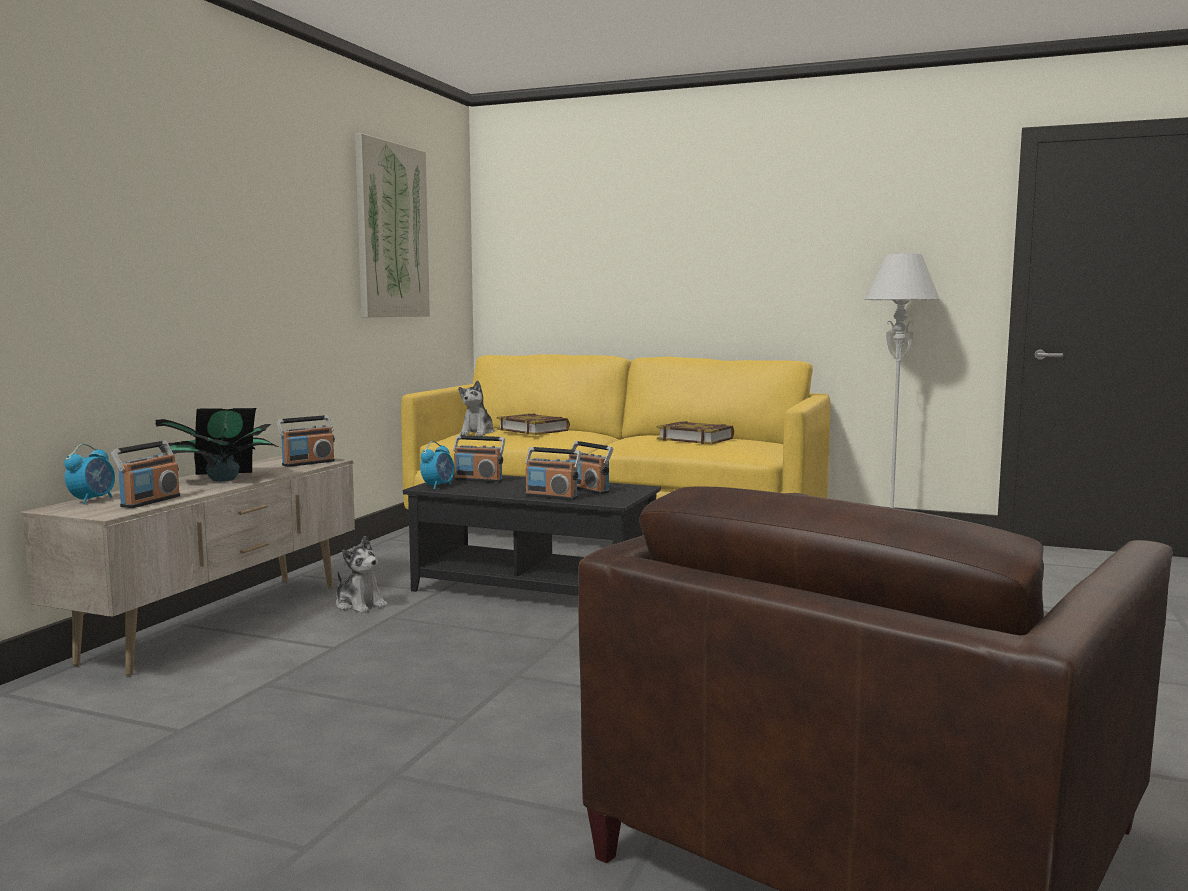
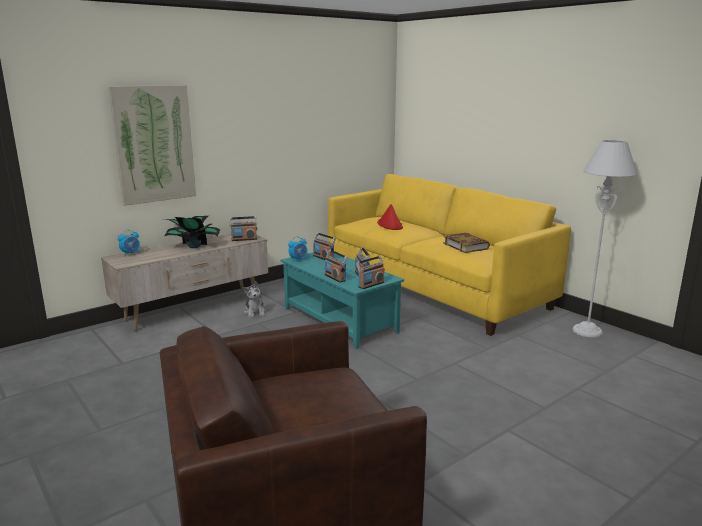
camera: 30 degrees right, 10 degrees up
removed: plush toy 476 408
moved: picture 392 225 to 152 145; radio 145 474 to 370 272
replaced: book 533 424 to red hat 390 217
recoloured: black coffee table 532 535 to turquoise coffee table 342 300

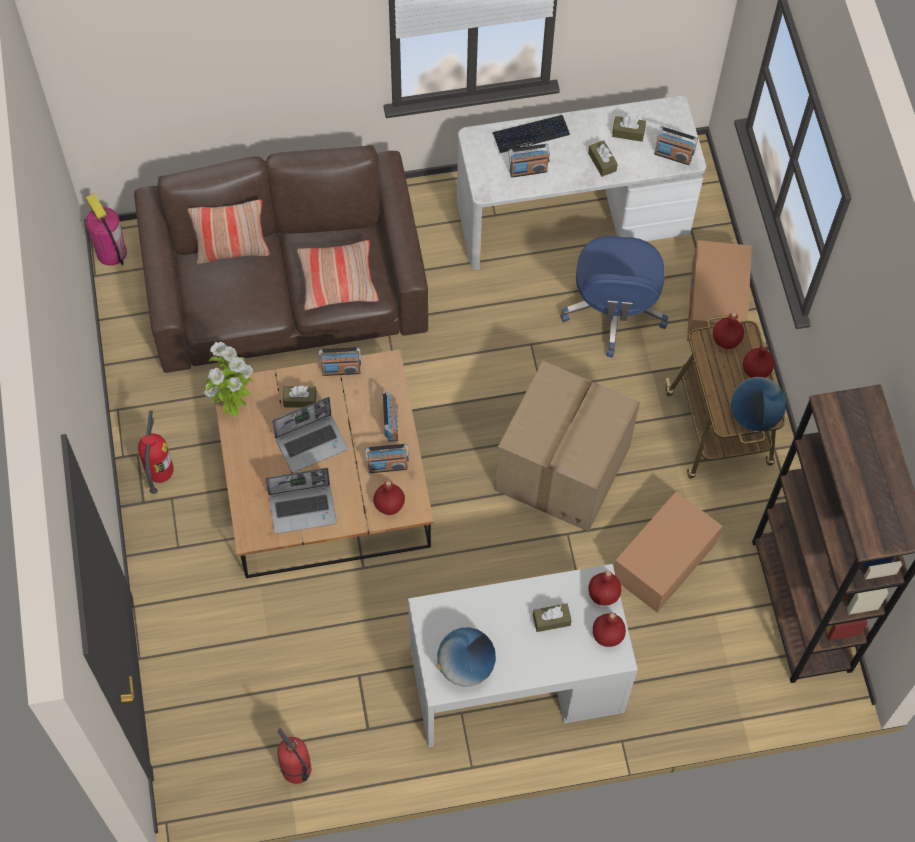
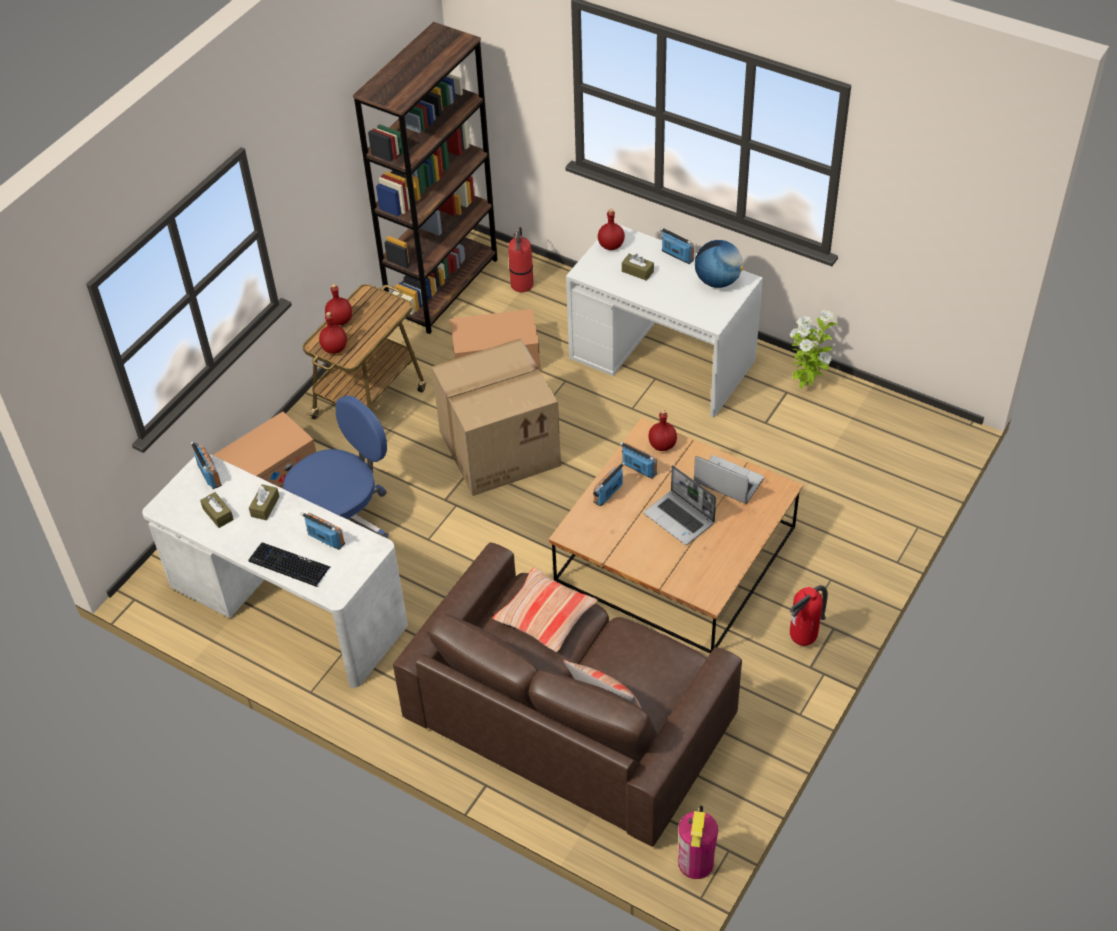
camera: 135 degrees left, 15 degrees down
removed: brown tissue box 299 397; red bottle 605 588; globe 758 404
moved: fire extinguisher 294 756 to 520 259; radio 340 361 to 677 245; potted plant 228 380 to 813 349
turned: laptop 310 435 = 680 505 150 degrees counterclockwise

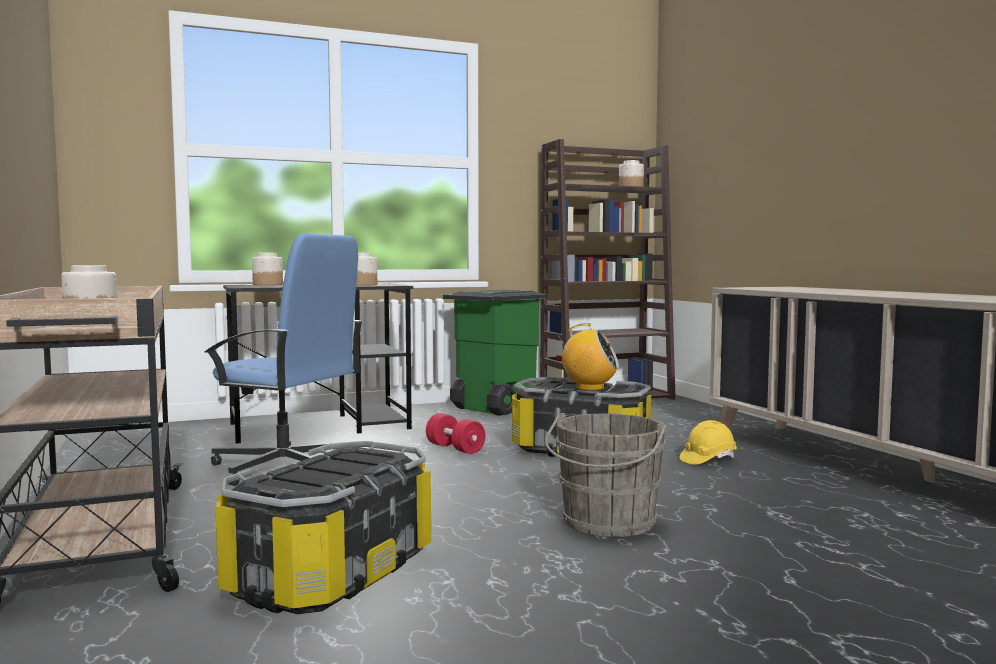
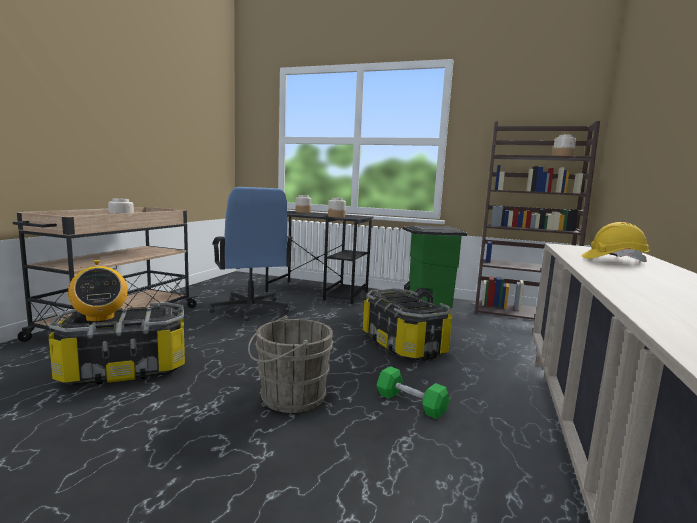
camera: 40 degrees right, 5 degrees up
removed: red dumbbell 455 433
added: green dumbbell 413 392
moved: radio 588 357 to 98 291; yellow hard hat 708 442 to 615 242

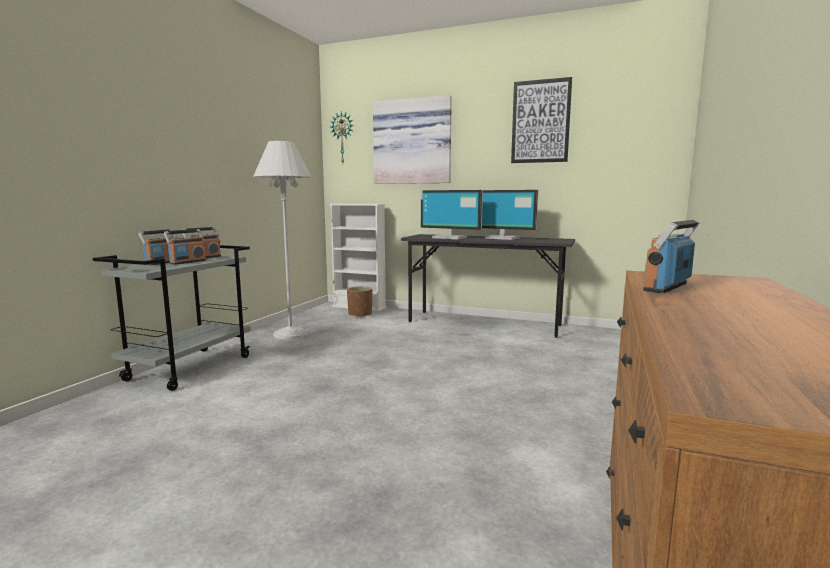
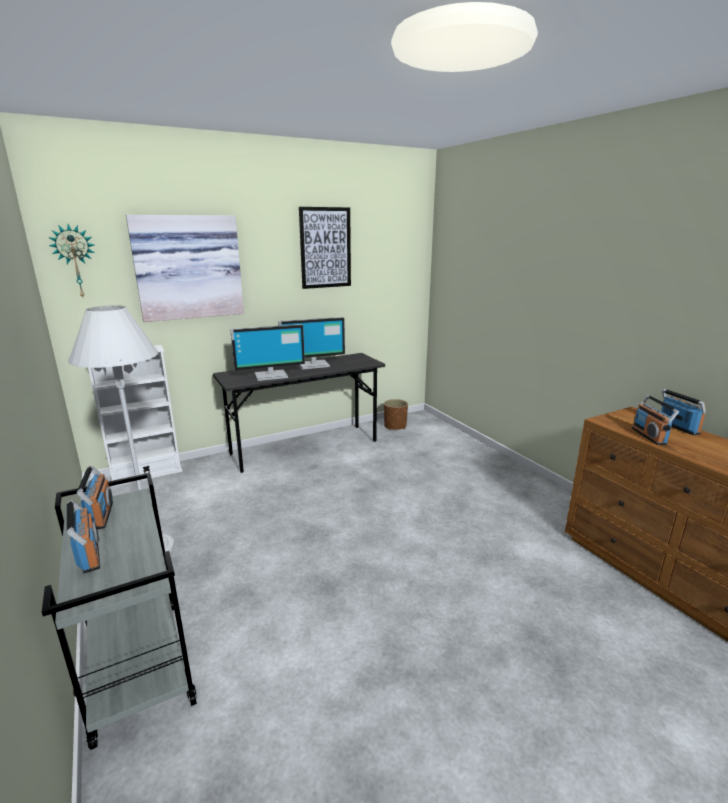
camera: 50 degrees left, 10 degrees up
moved: brown planter 359 301 to 396 414; radio 185 247 to 683 412

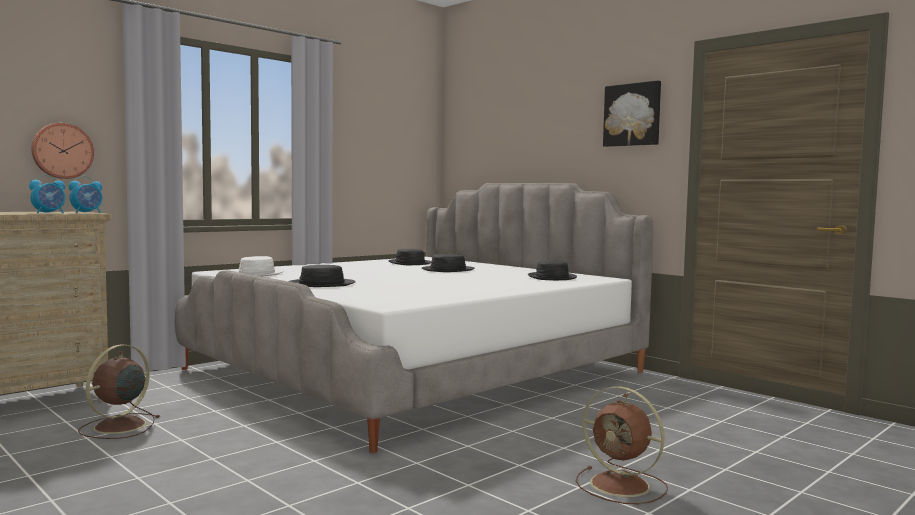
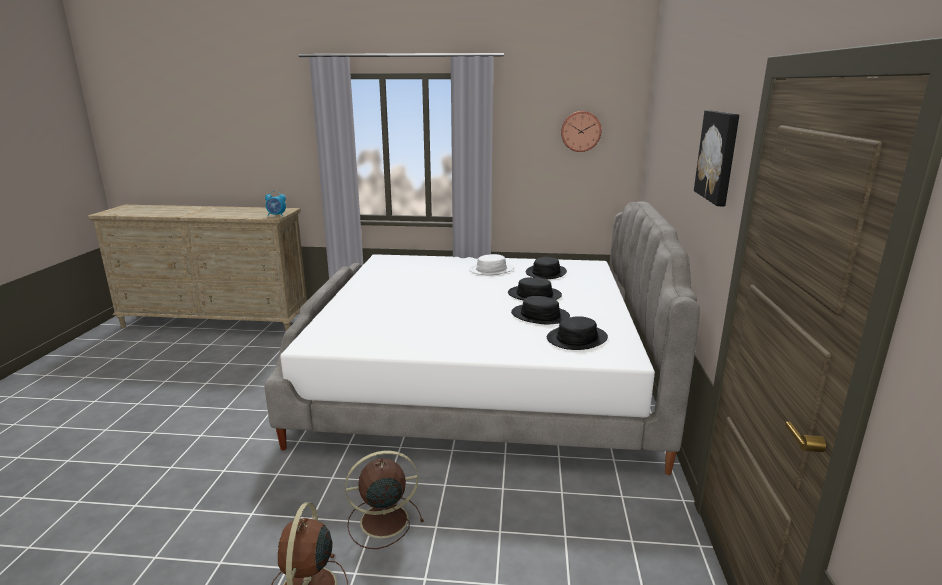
camera: 50 degrees right, 15 degrees up
removed: alarm clock 47 194
moved: brown fan 119 392 to 384 500; white hat 259 266 to 491 264; black hat 322 276 to 540 310; wall clock 62 151 to 581 131

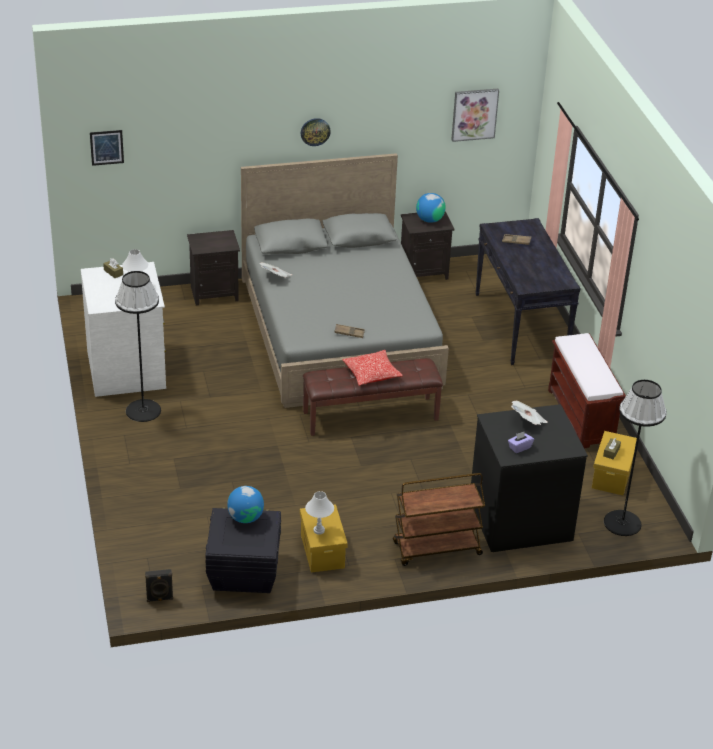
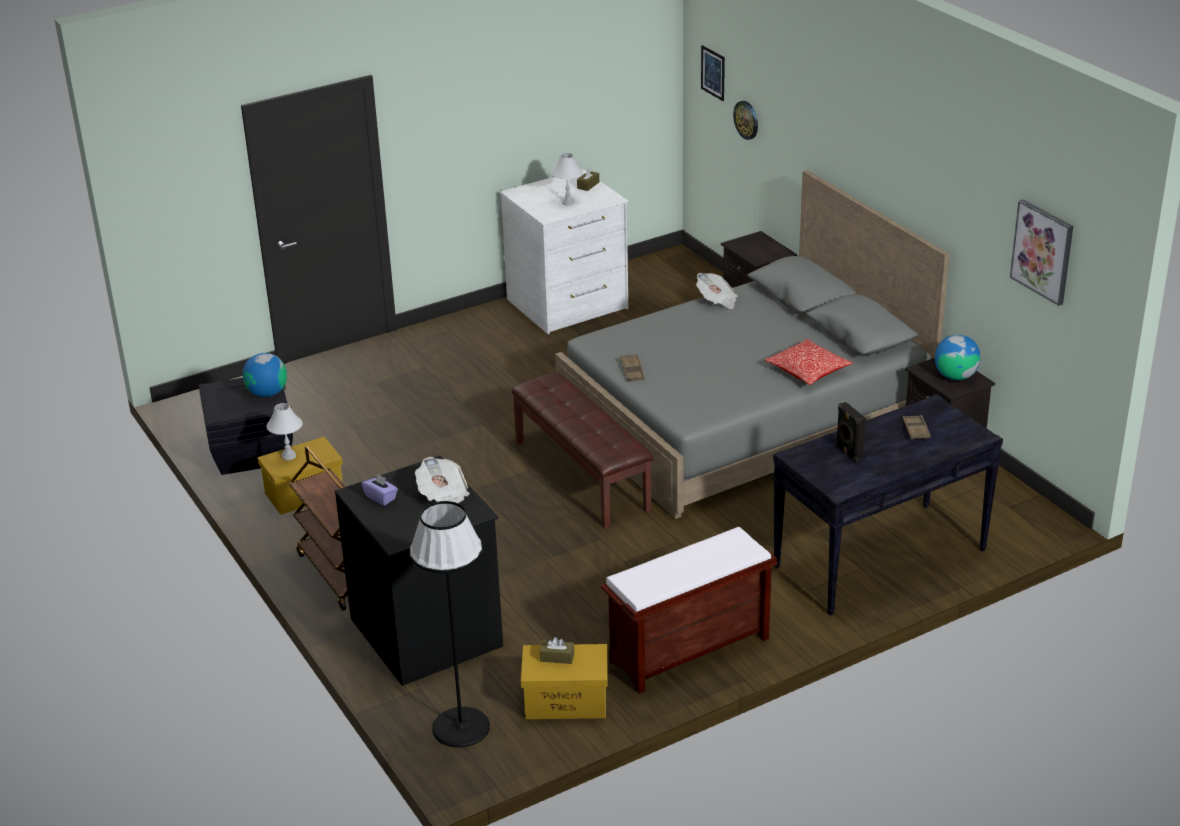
camera: 75 degrees right, 5 degrees down
removed: black floor lamp 138 346
moved: wall clock 316 132 to 745 120; pillow 372 368 to 808 362; black speaker 159 585 to 851 432

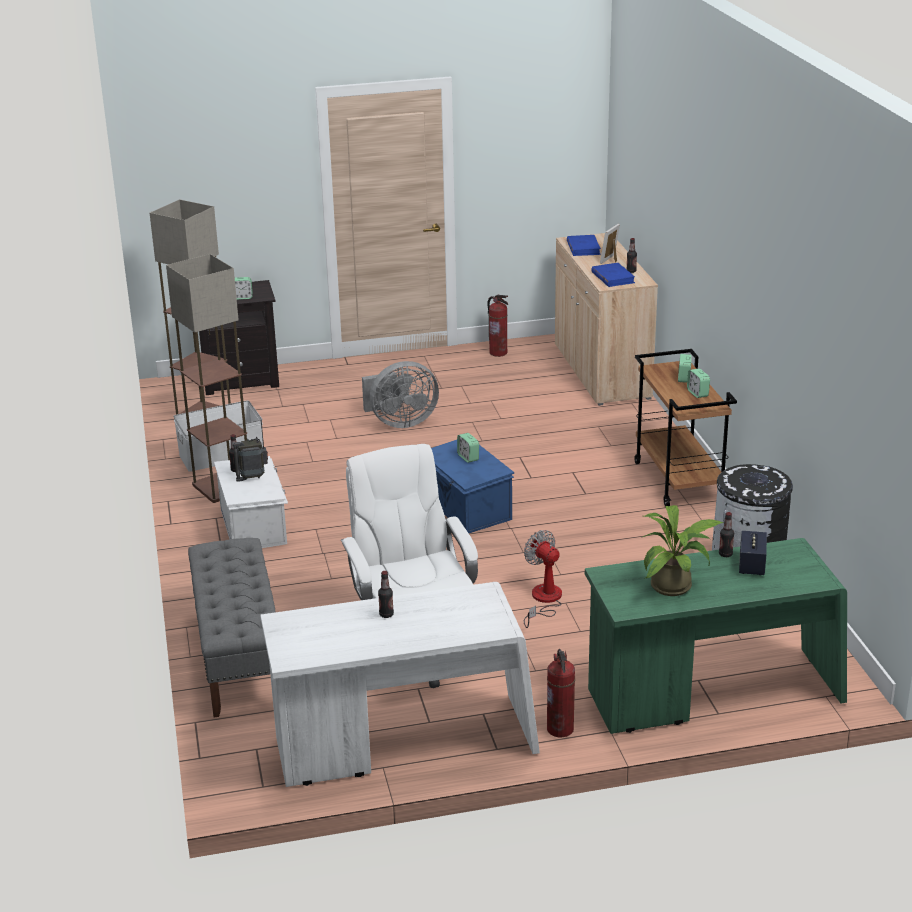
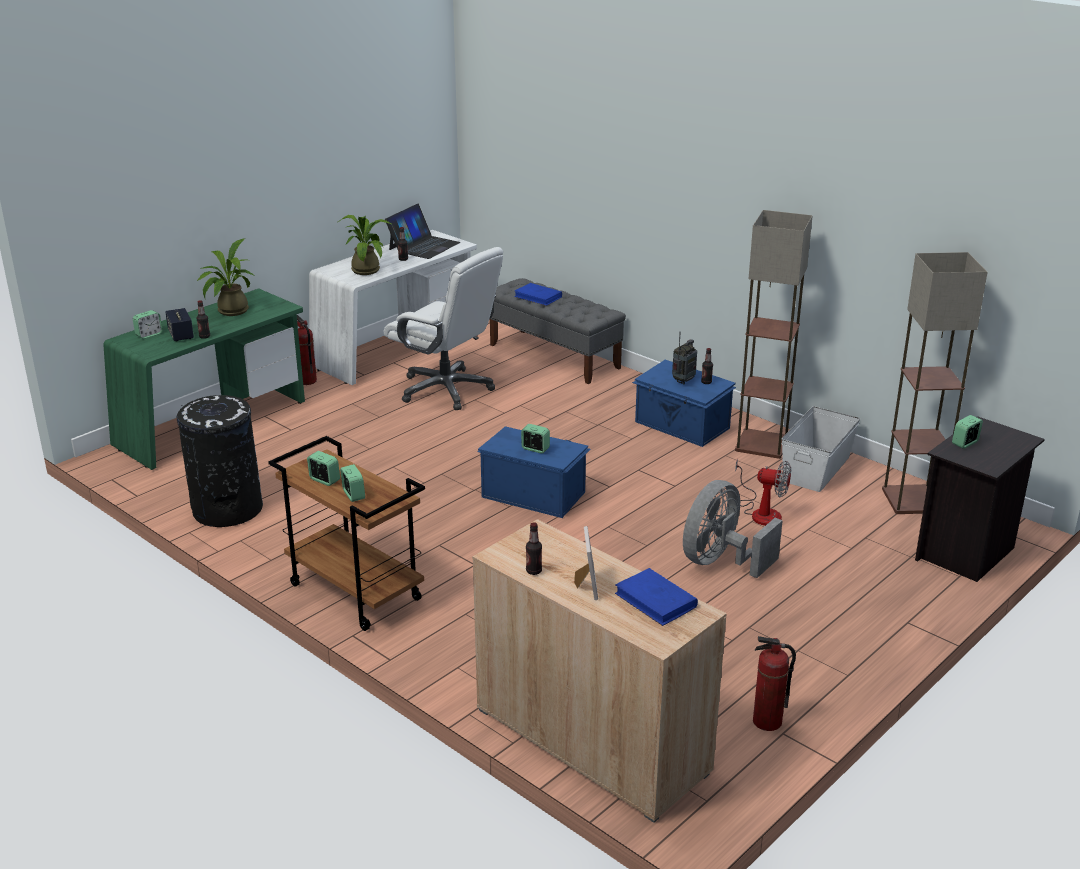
camera: 145 degrees right, 0 degrees up
added: alarm clock 148 324; potted plant 364 245; laptop 422 231
moved: blue book 613 275 to 538 294; fan 543 579 to 763 492
recoloured: white storage box 251 502 to blue storage box 684 403

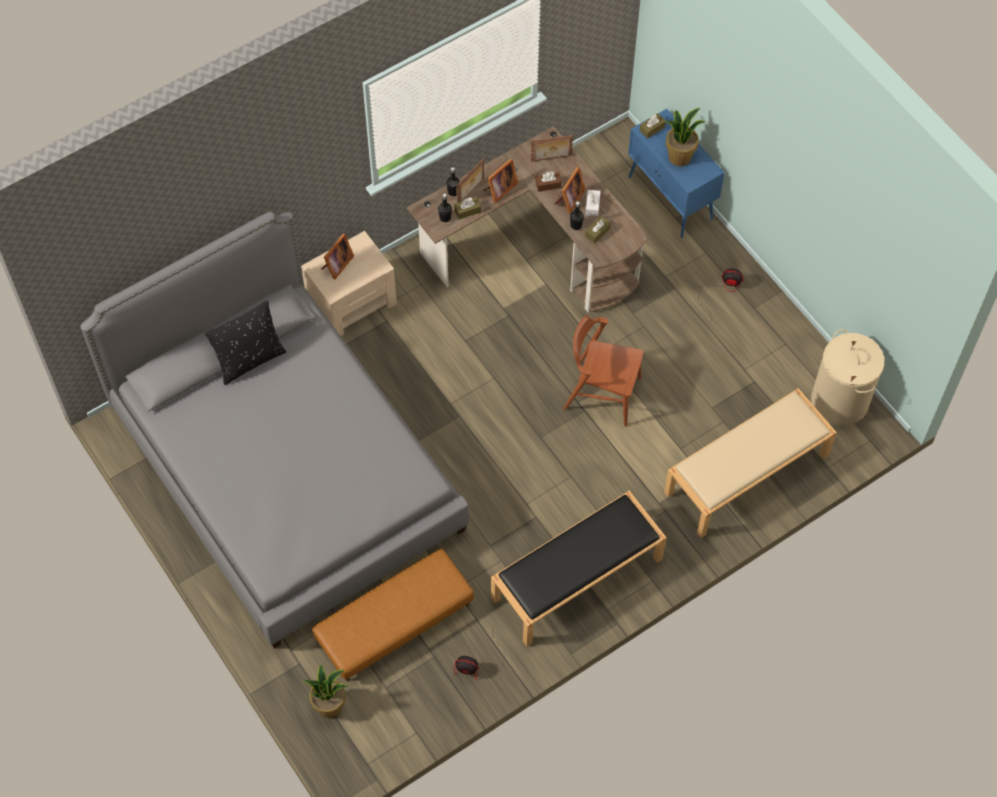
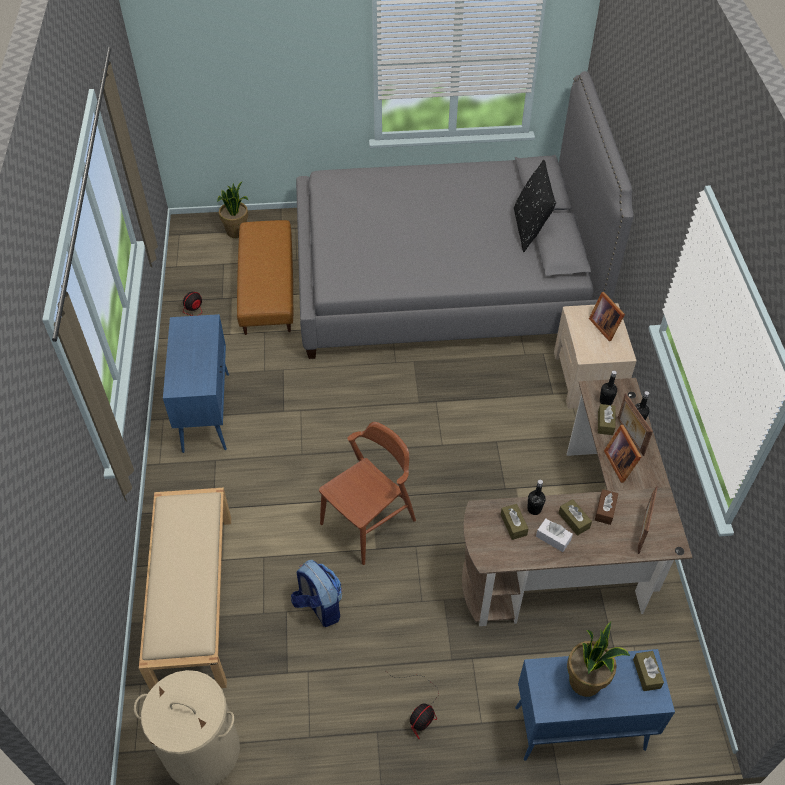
camera: 120 degrees right, 10 degrees down
added: backpack 316 593
replaced: black bench 579 568 to blue cabinet 196 383; picture frame 570 190 to brown tissue box 575 517

